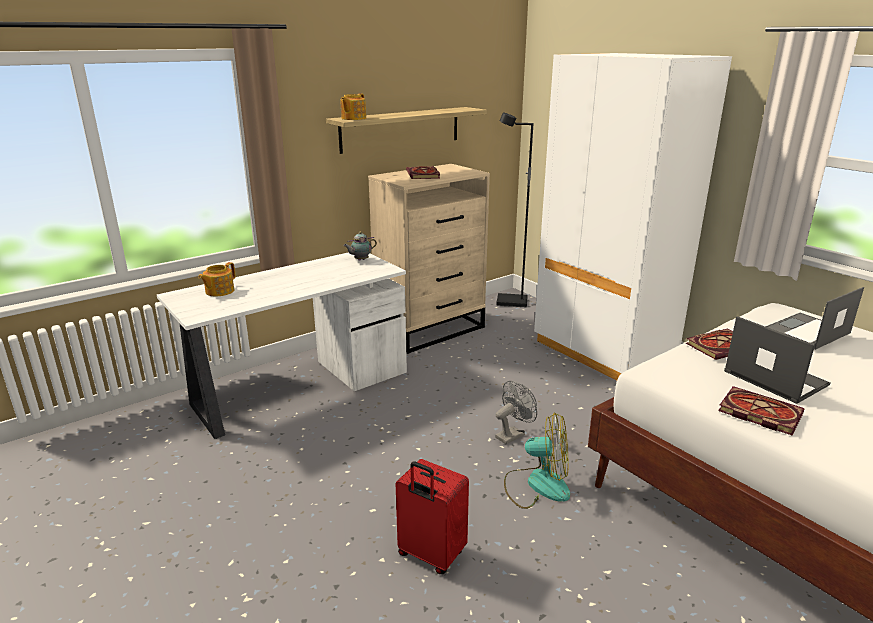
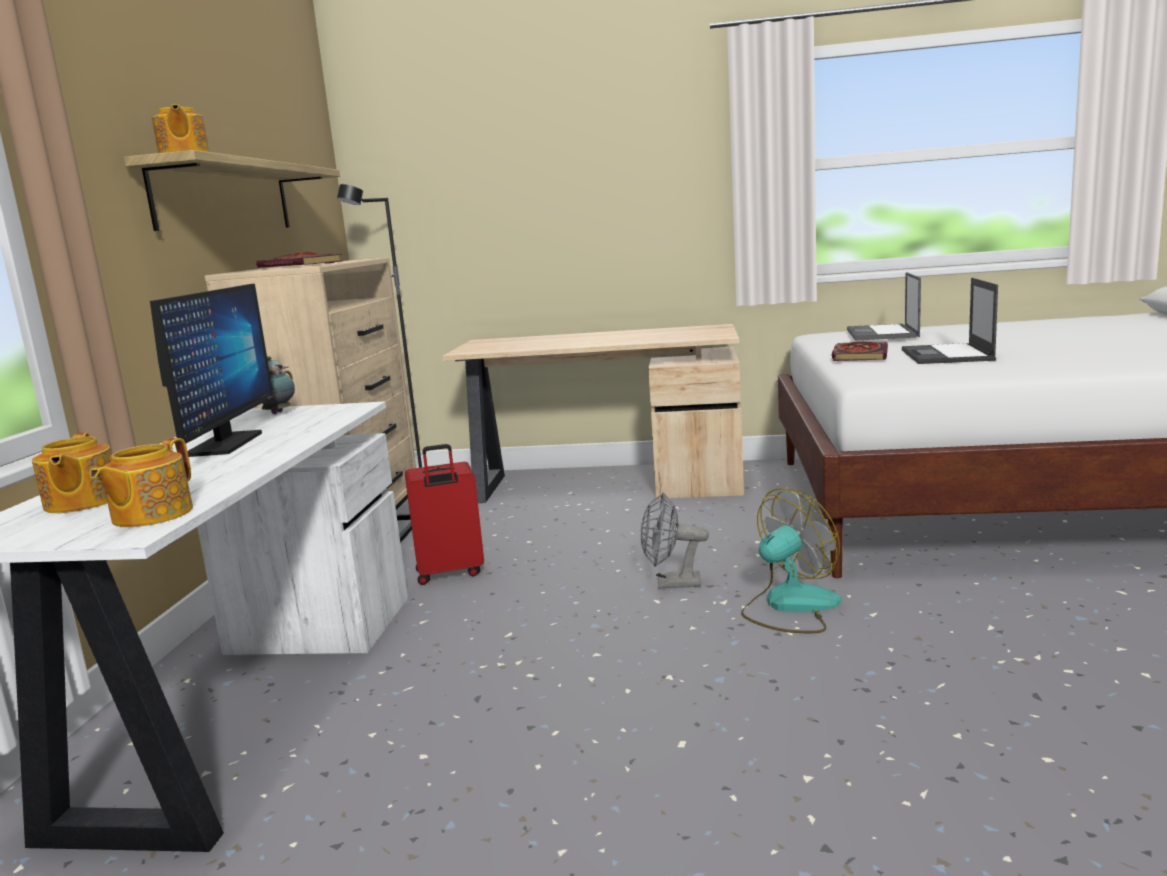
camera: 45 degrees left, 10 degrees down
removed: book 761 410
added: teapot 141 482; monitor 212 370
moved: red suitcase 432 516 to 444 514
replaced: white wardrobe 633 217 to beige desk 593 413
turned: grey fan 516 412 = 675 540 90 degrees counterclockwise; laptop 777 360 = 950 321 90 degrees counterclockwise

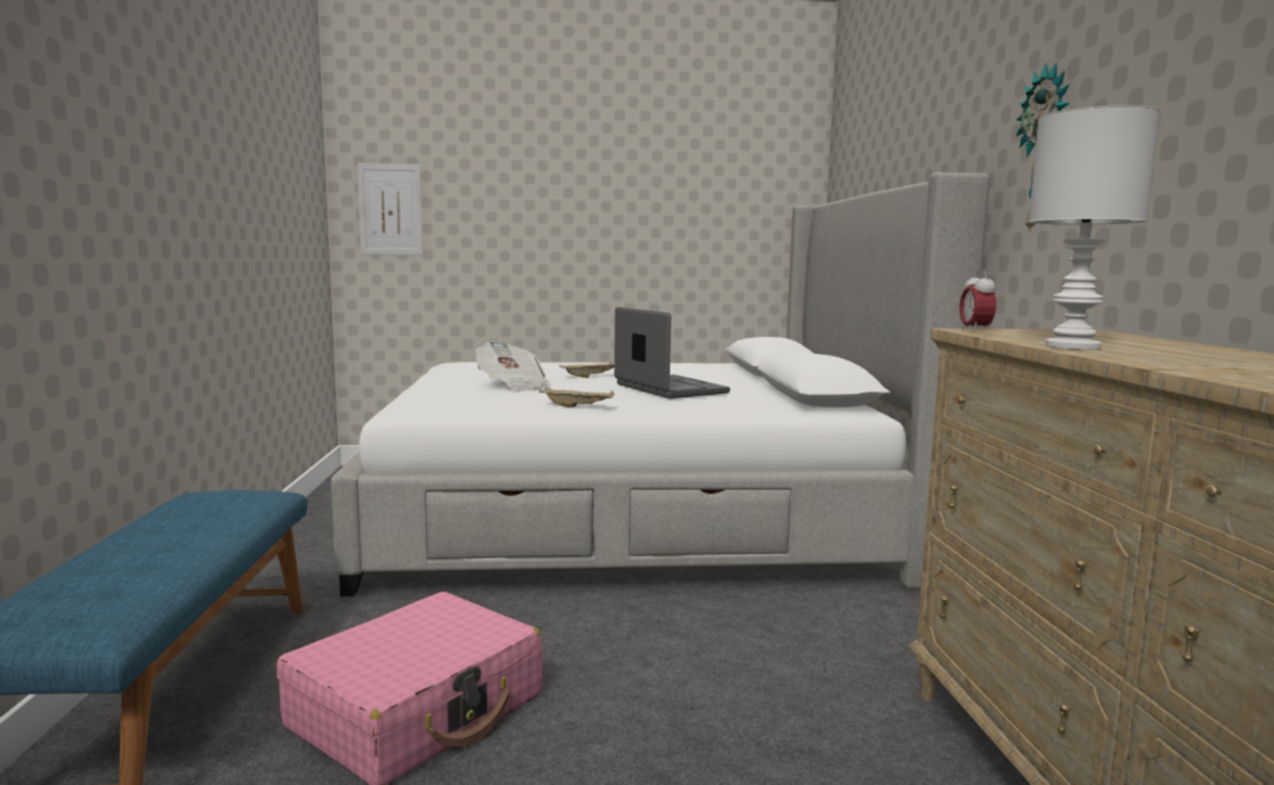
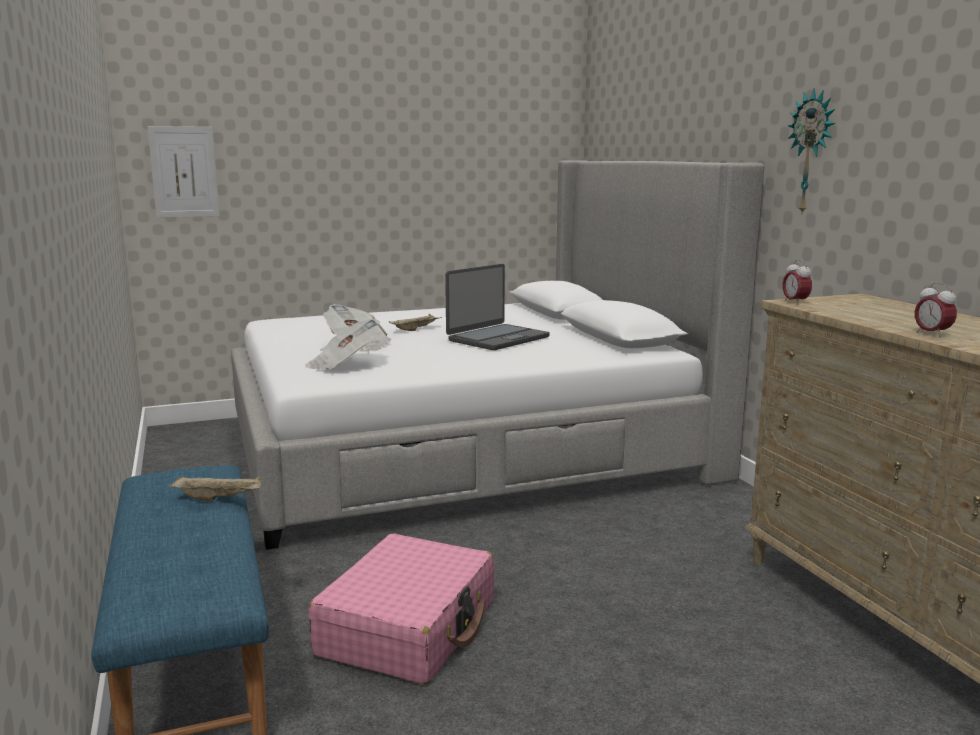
camera: 15 degrees left, 5 degrees up
removed: white table lamp 1094 227
added: newspaper 343 344; alarm clock 936 310
moved: beige tray 576 398 to 215 488
turned: laptop 672 353 = 497 307 90 degrees clockwise

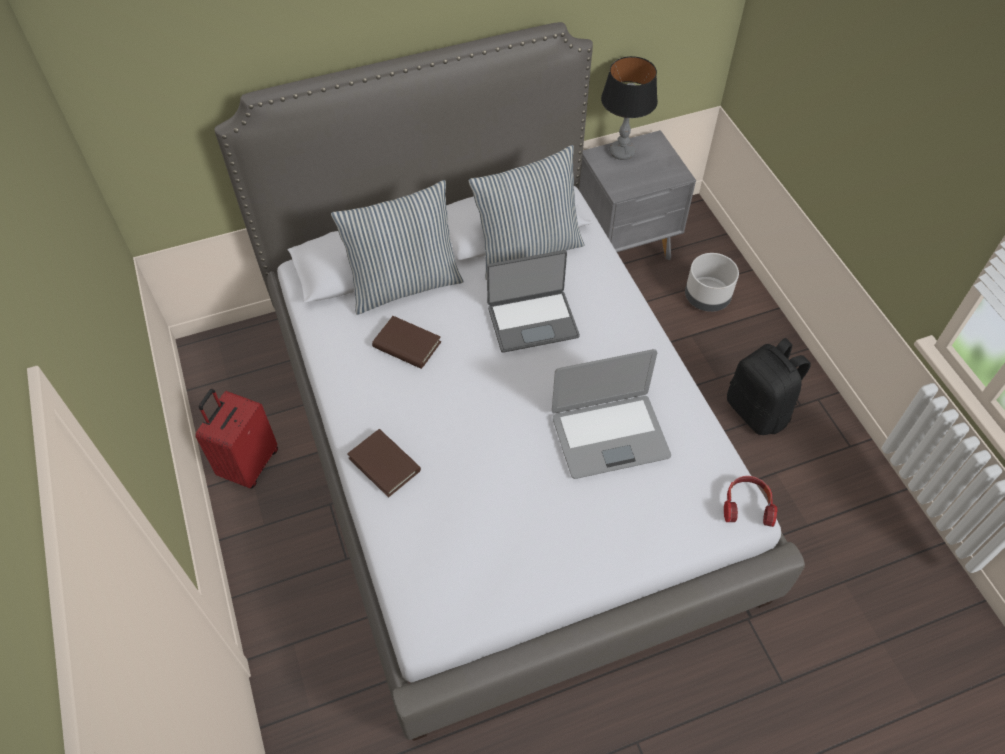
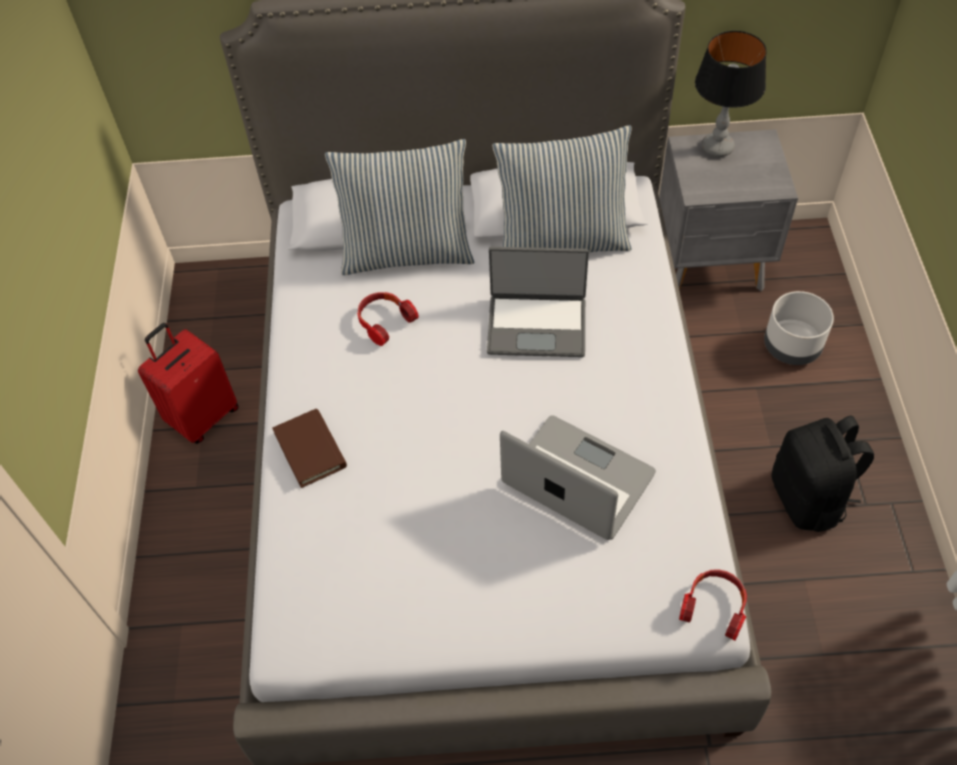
camera: 20 degrees right, 0 degrees up
replaced: brown book 406 342 to headphones 388 319
turned: laptop 611 414 = 578 477 150 degrees counterclockwise

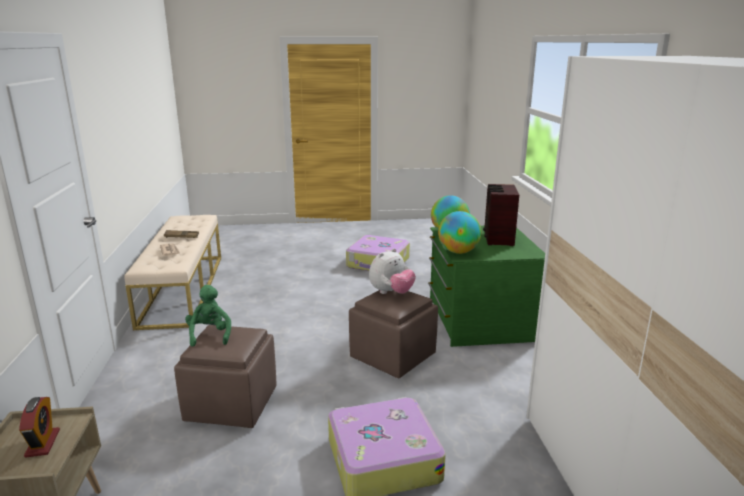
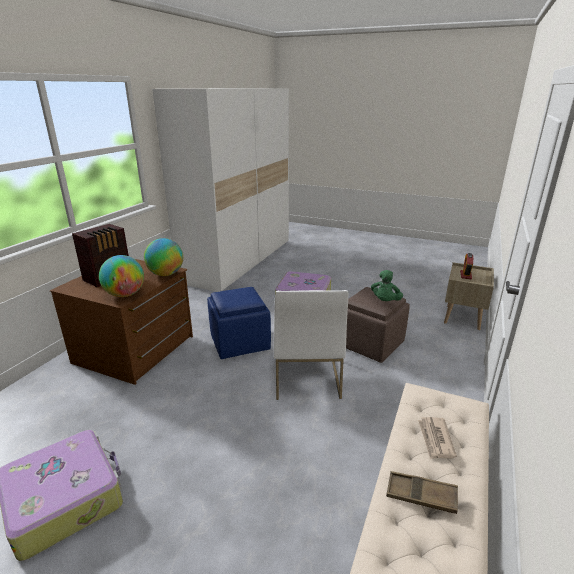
camera: 150 degrees left, 5 degrees up
removed: plush toy 392 271
added: white chair 311 345
recoloured: green dresser 486 286 to brown dresser 121 322; brown ottoman 393 334 to blue ottoman 239 323

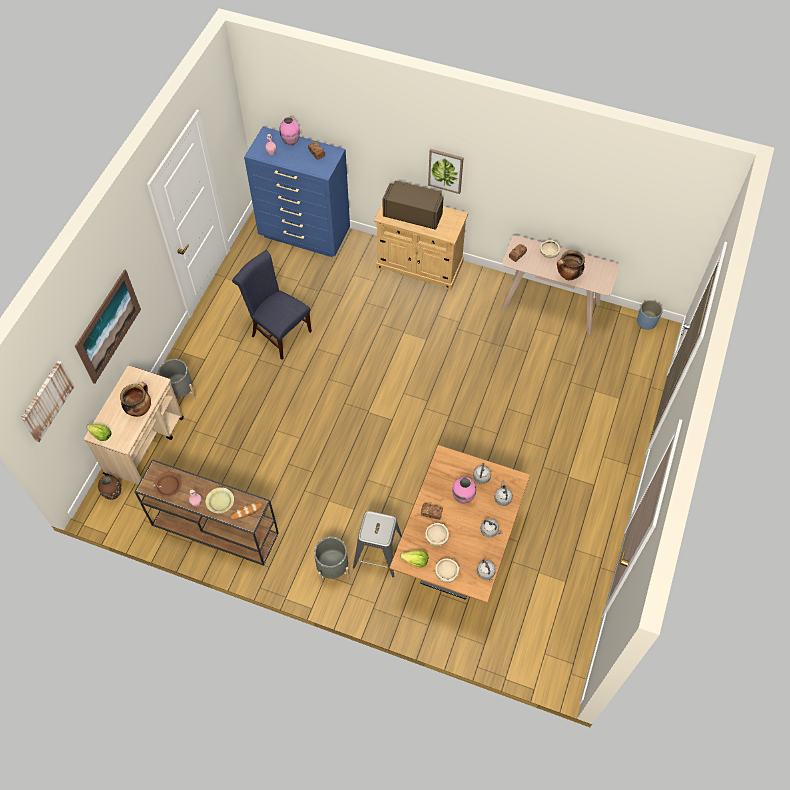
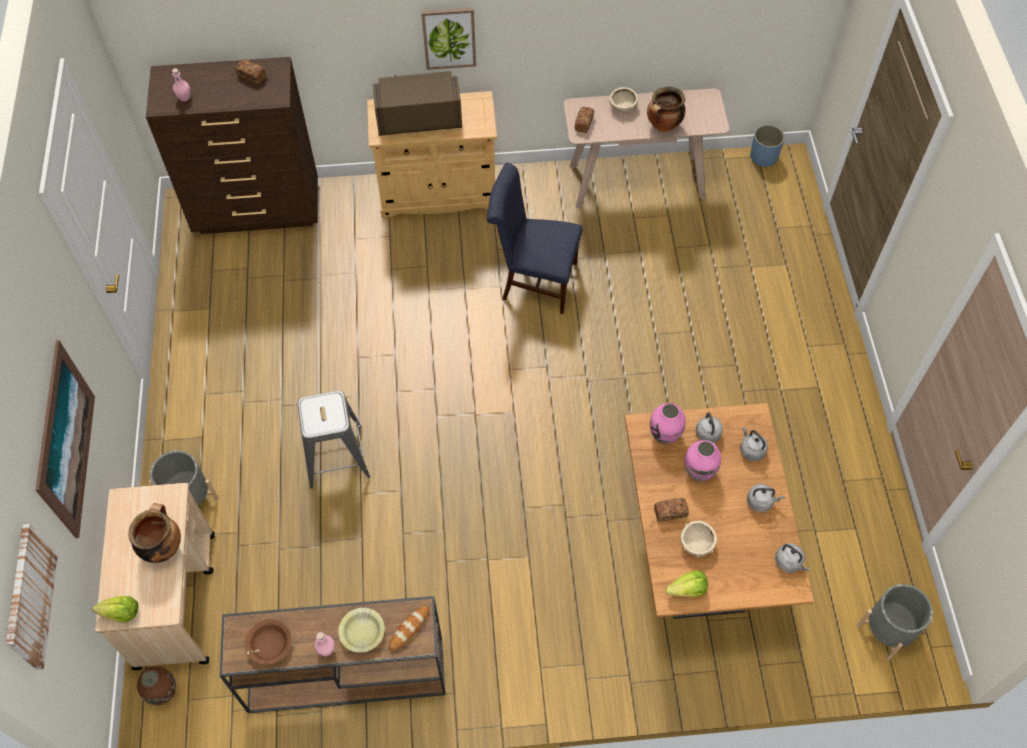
camera: 25 degrees left, 0 degrees up
removed: beige bowl 447 570
moved: grey stool 377 544 to 333 440; blue chair 272 305 to 535 238; pink vase 290 131 to 668 423; grey planter 332 561 to 895 622
recoloured: blue dresser 297 192 to brown dresser 232 145

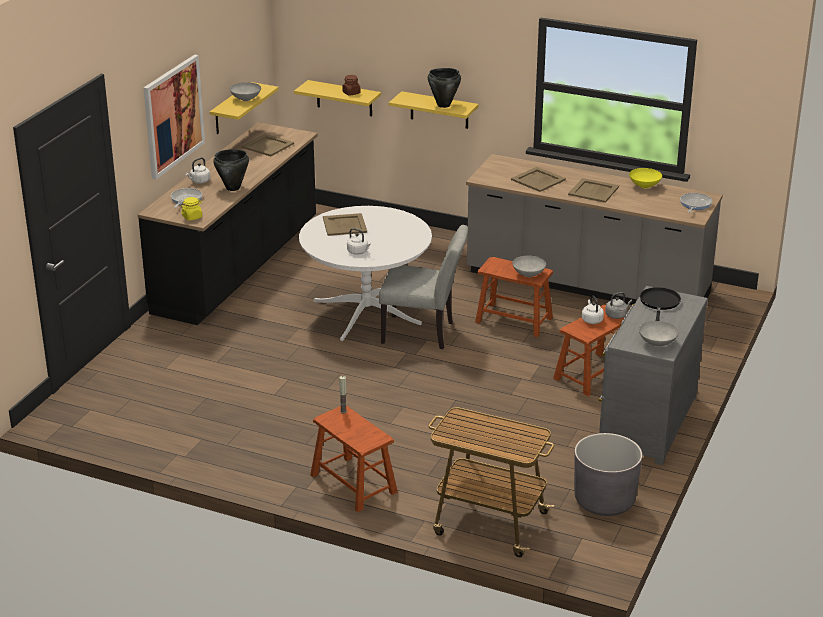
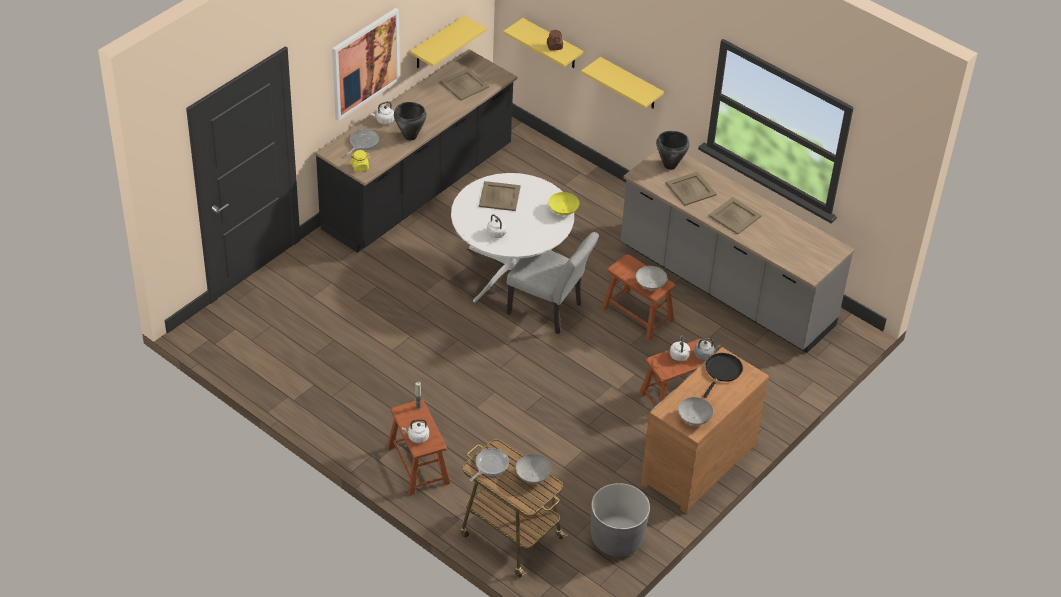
camera: 15 degrees right, 15 degrees up
added: white kettle 415 431
moved: frying pan 696 203 to 489 464; grey bowl 245 91 to 534 468; yellow bowl 645 178 to 564 203; black cooking pot 444 88 to 673 150
recoloured: grey dresser 653 375 to brown dresser 705 430

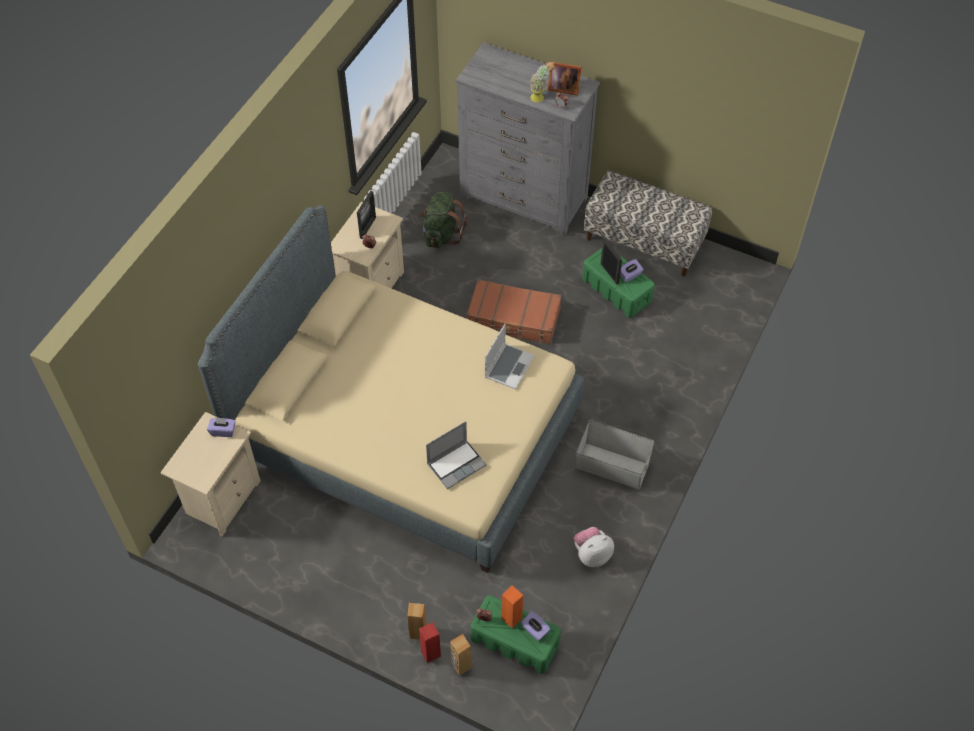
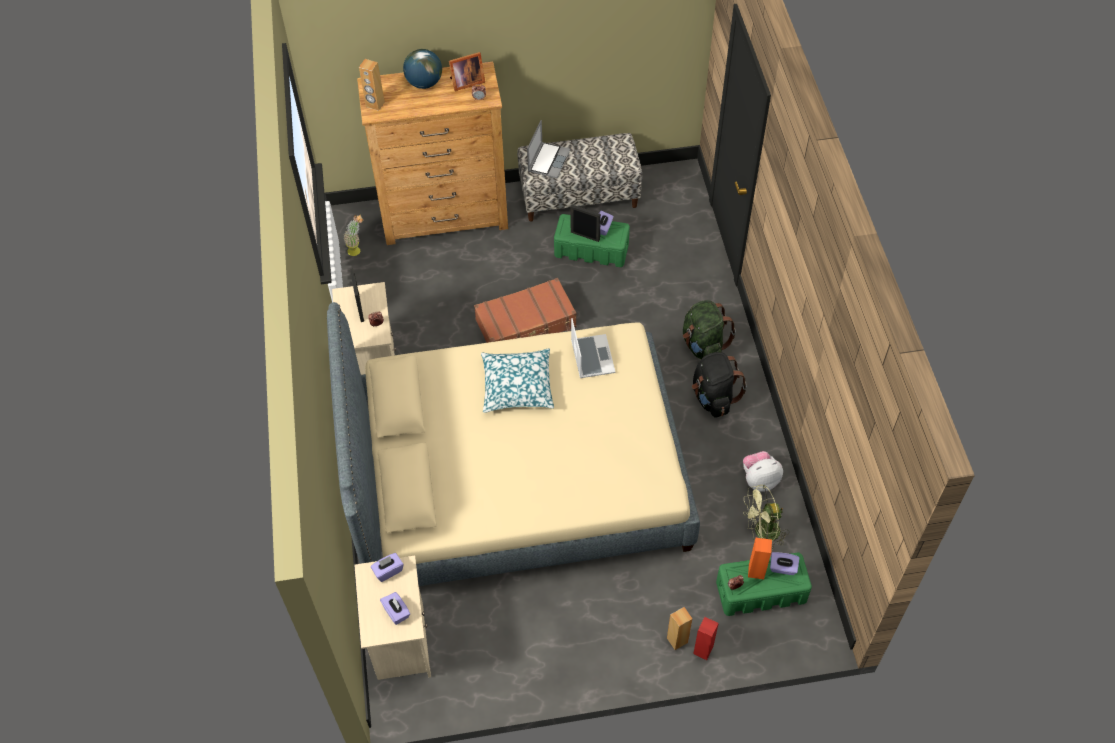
camera: 35 degrees left, 0 degrees up
added: purple tissue box 395 608; globe 422 69; pillow 517 380; green fan 766 517
moved: potted plant 542 81 to 353 235; brown speaker 461 655 to 372 85; laptop 456 455 to 549 149; green backpack 444 220 to 709 329
replaced: grey storage box 615 454 to black backpack 719 385
recoloured: grey dresser 528 139 to brown dresser 432 153
turned: plush toy 594 547 = 763 471 45 degrees clockwise

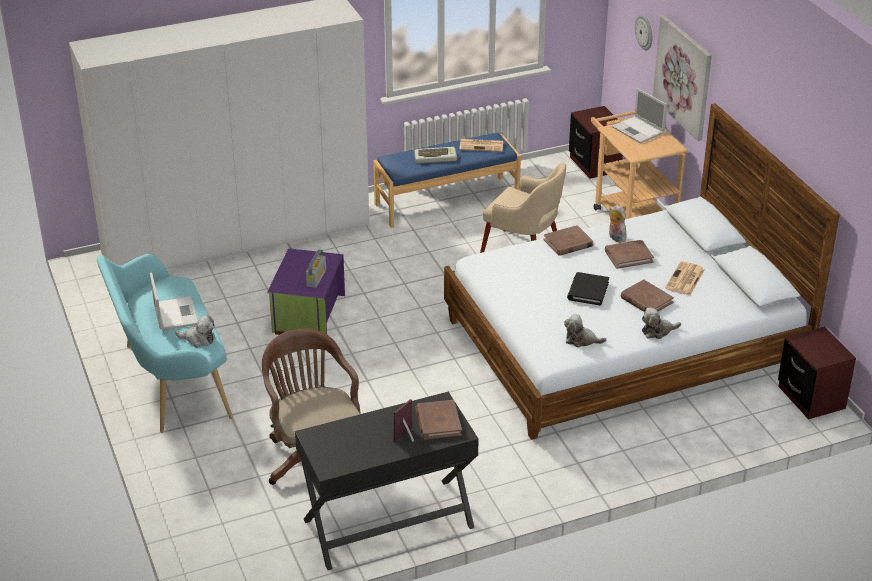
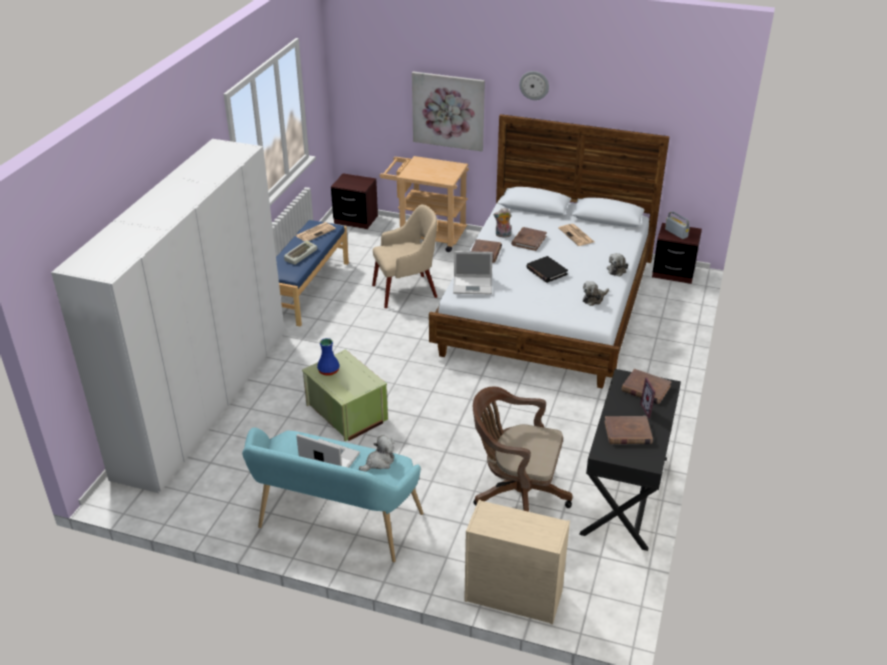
camera: 50 degrees left, 0 degrees up
added: blue vase 328 357; beige dresser 517 562
moved: laptop 639 115 to 473 272; wall clock 643 32 to 534 85; brown book 647 295 to 628 430; radio 316 268 to 677 225
recoloured: purple storage box 306 291 to green storage box 345 395

